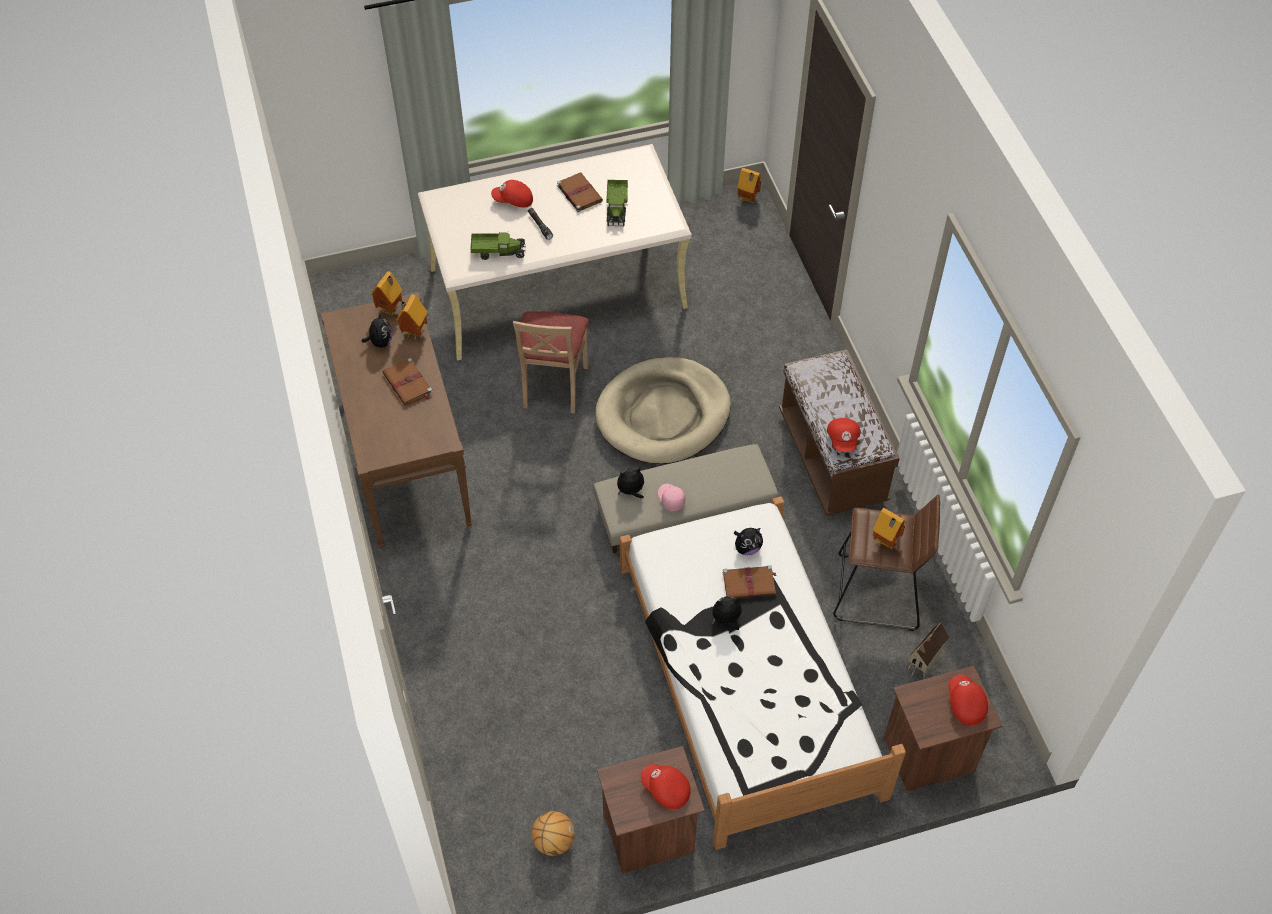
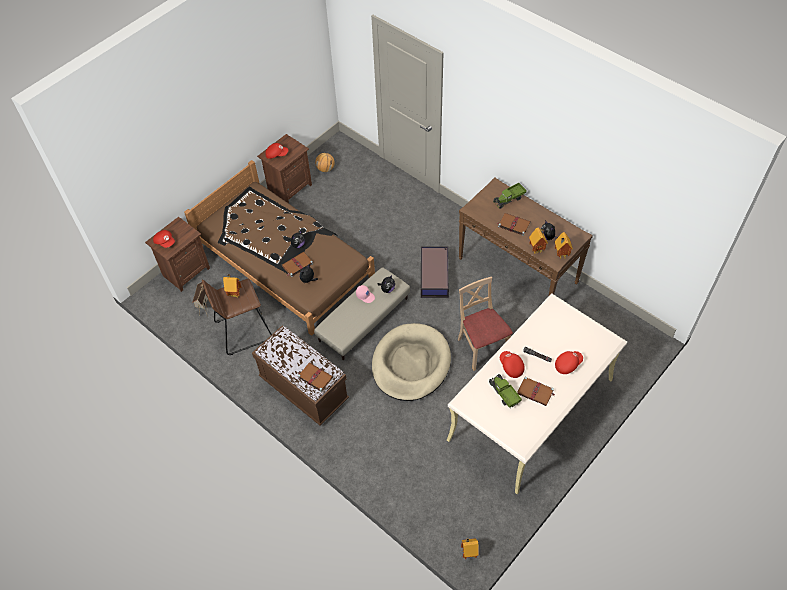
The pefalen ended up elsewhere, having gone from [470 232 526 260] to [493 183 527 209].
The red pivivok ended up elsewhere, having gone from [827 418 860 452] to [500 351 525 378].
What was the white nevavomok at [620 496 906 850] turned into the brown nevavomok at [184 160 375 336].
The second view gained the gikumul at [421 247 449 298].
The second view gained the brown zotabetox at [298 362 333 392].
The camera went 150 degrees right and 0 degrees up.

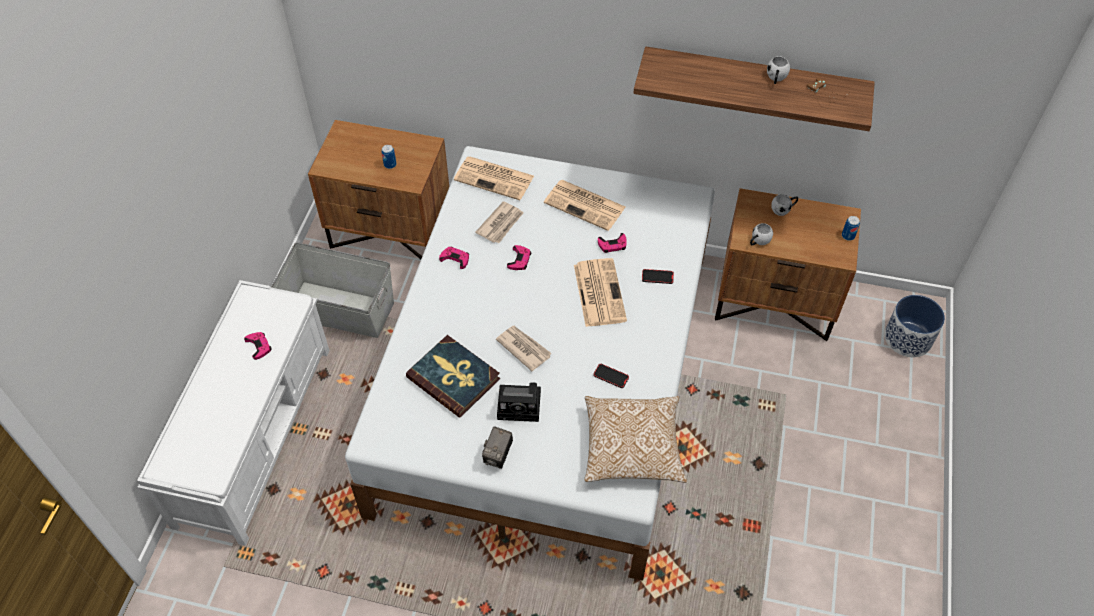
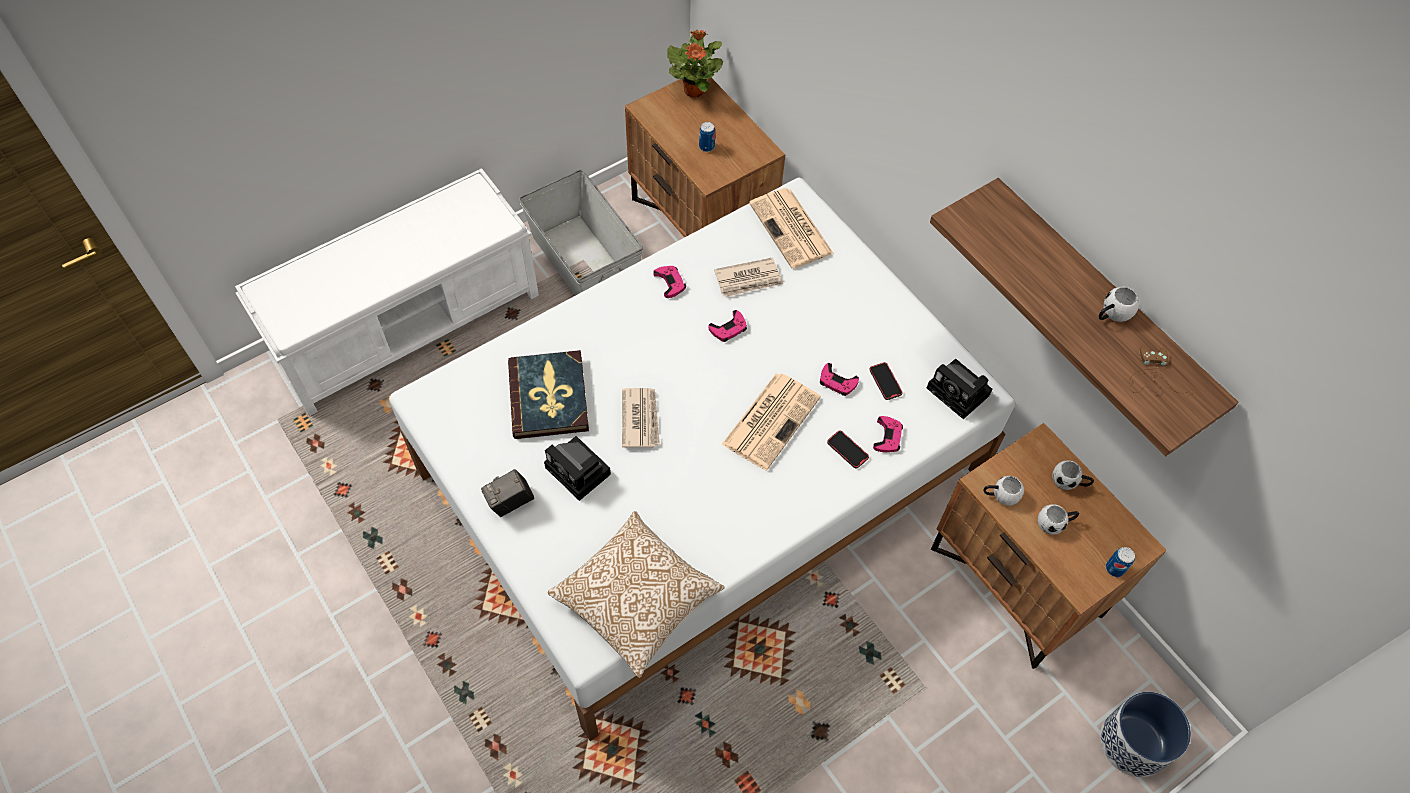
The second view lost the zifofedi at [544 180 625 231].
The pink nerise ended up elsewhere, having gone from [244 332 272 360] to [873 416 903 452].
The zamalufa ended up elsewhere, having gone from [593 364 629 388] to [869 362 903 400].
The second view gained the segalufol at [667 30 723 98].
The second view gained the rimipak at [927 359 992 419].
The second view gained the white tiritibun at [1038 504 1079 535].
The camera went 40 degrees right and 5 degrees up.

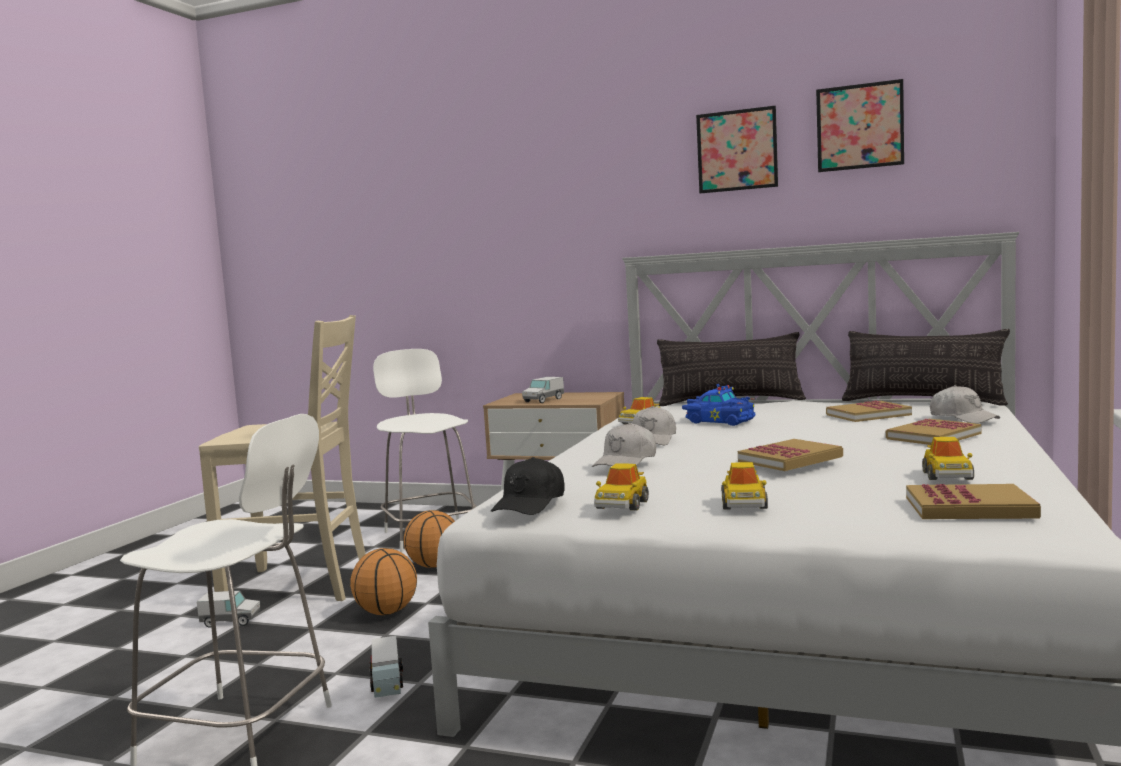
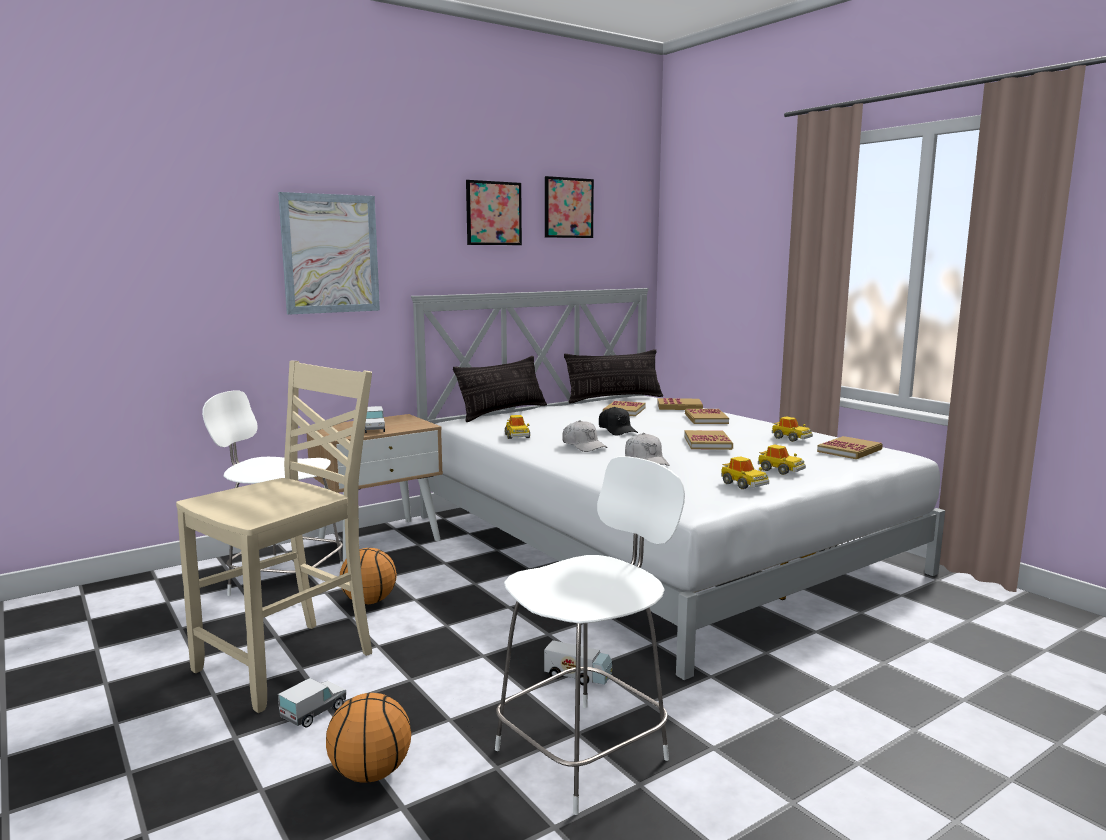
The second view lost the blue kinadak at [682 384 756 426].
Where the white pivivok stood at [930 385 1001 424], the zotabetox came to stand at [657 398 703 410].
The black pivivok ended up elsewhere, having gone from [491 457 565 515] to [599 407 638 436].
The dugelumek ended up elsewhere, having gone from [350 548 417 615] to [326 693 411 783].
The second view gained the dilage at [278 192 380 315].
The camera went 55 degrees left and 5 degrees up.

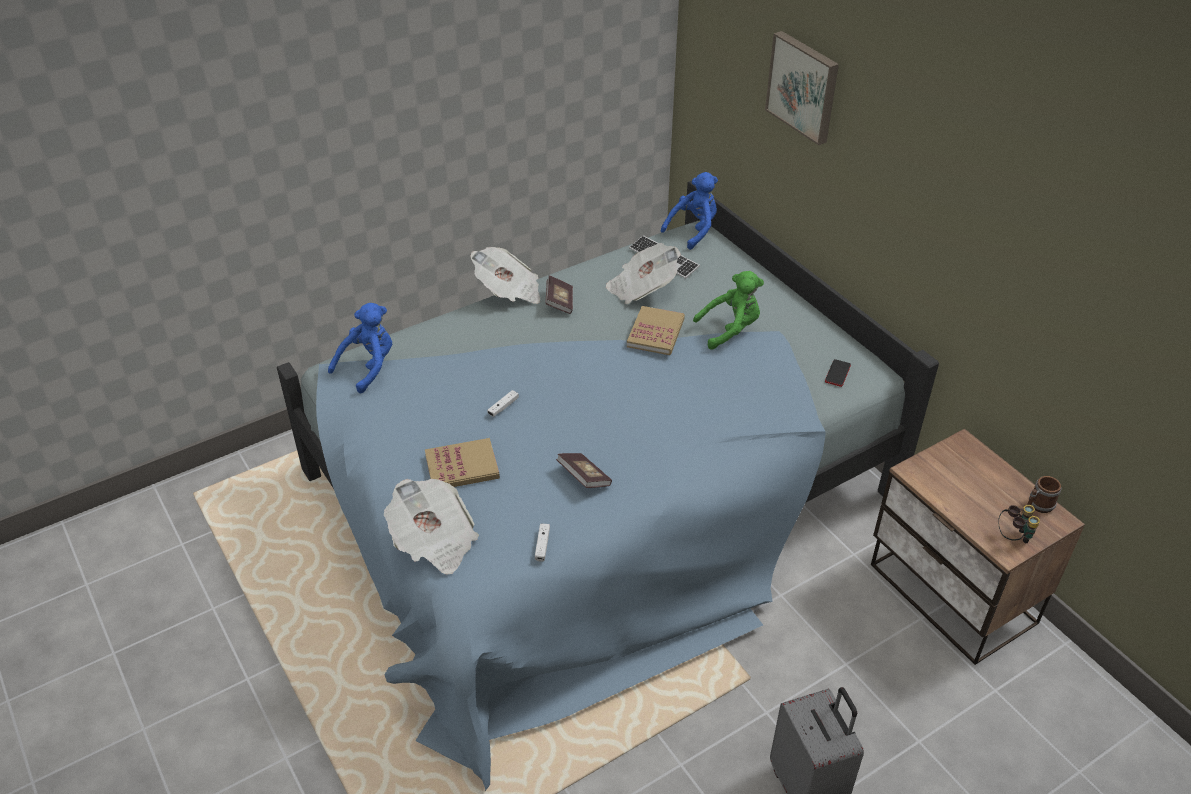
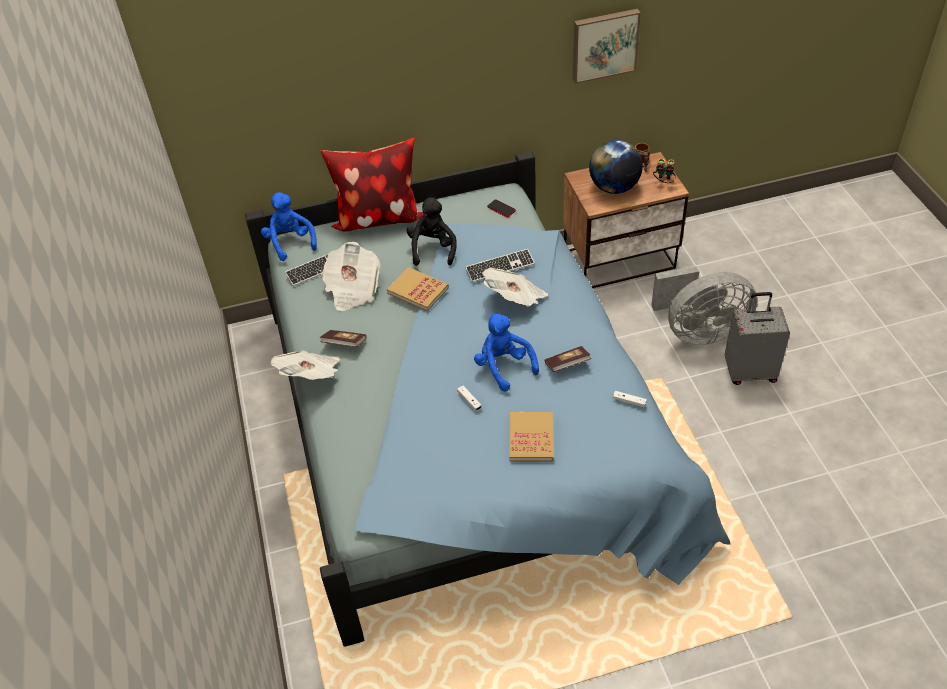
The dilage ended up elsewhere, having gone from [765 31 839 145] to [573 9 641 84].
What was the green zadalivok at [693 271 764 350] turned into the black zadalivok at [406 197 457 266].
The blue zadalivok ended up elsewhere, having gone from [328 303 392 393] to [474 313 539 392].
The zifofedi ended up elsewhere, having gone from [384 479 479 575] to [483 268 548 306].
The second view gained the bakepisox at [320 138 425 232].
The second view gained the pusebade at [589 140 643 194].
The second view gained the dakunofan at [465 249 535 282].
The second view gained the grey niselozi at [651 266 757 345].
The camera went 70 degrees left and 5 degrees up.

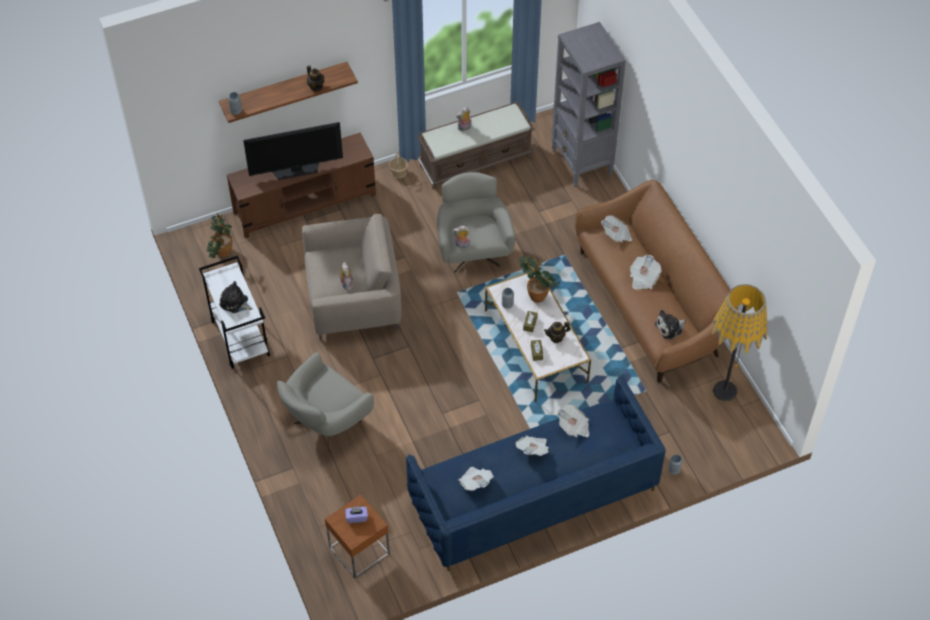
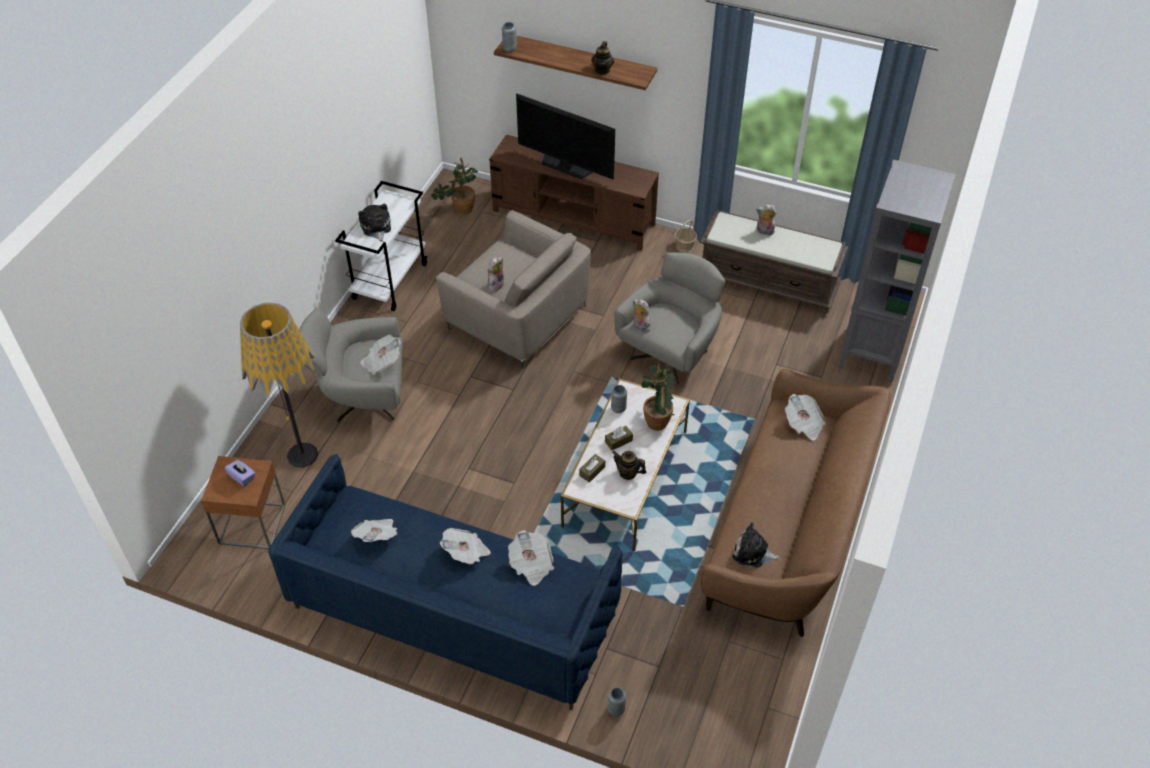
The zifofedi ended up elsewhere, having gone from [630 255 661 289] to [361 335 401 375].
The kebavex ended up elsewhere, having gone from [711 284 767 402] to [240 303 318 468].
The camera went 45 degrees right and 5 degrees down.

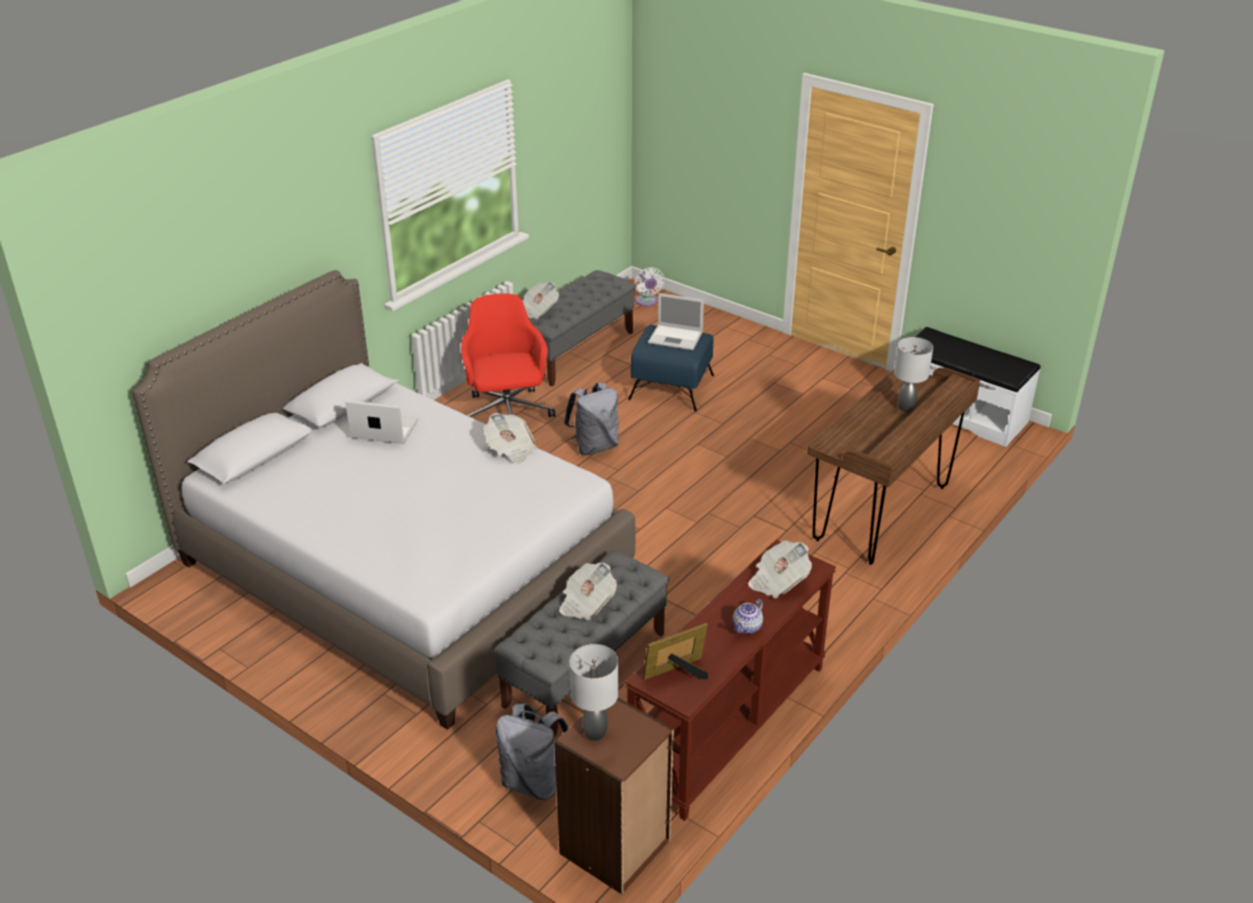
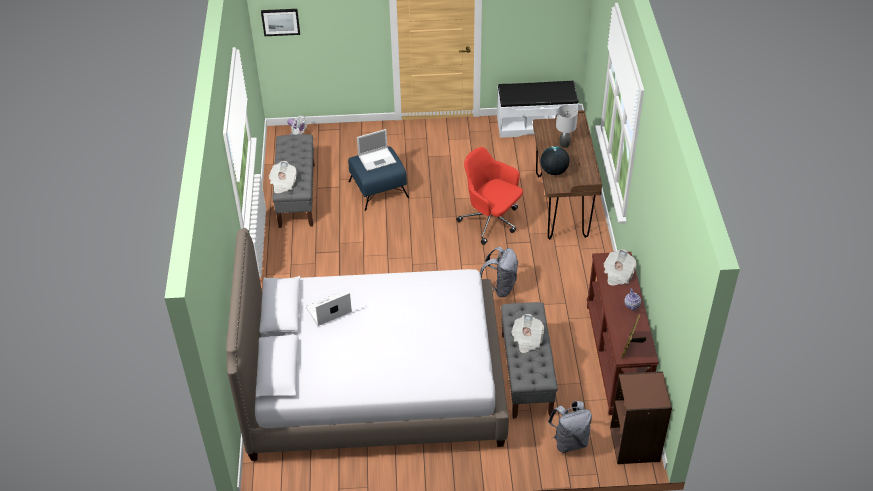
The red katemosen ended up elsewhere, having gone from [461 293 555 417] to [456 147 523 245].
The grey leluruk ended up elsewhere, having gone from [564 383 619 455] to [480 247 518 297].
The second view lost the zifofedi at [483 413 537 464].
The second view lost the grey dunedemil at [570 644 619 741].
The second view gained the dilage at [261 9 300 36].
The second view gained the pusebade at [540 146 570 175].
The camera went 40 degrees left and 10 degrees up.

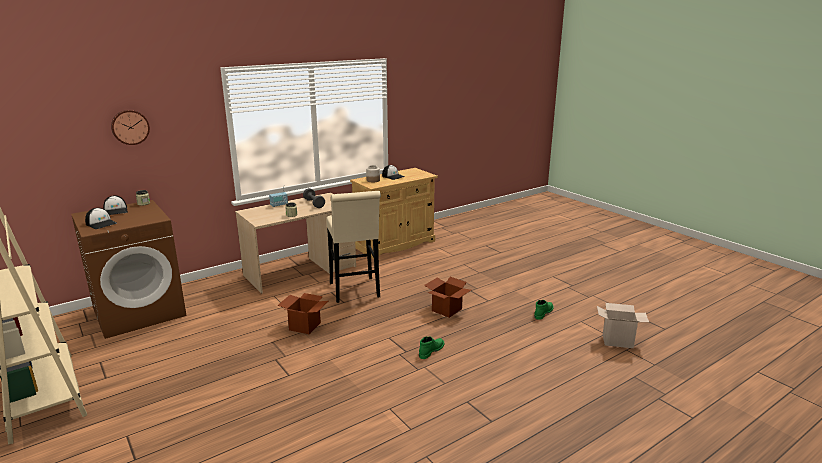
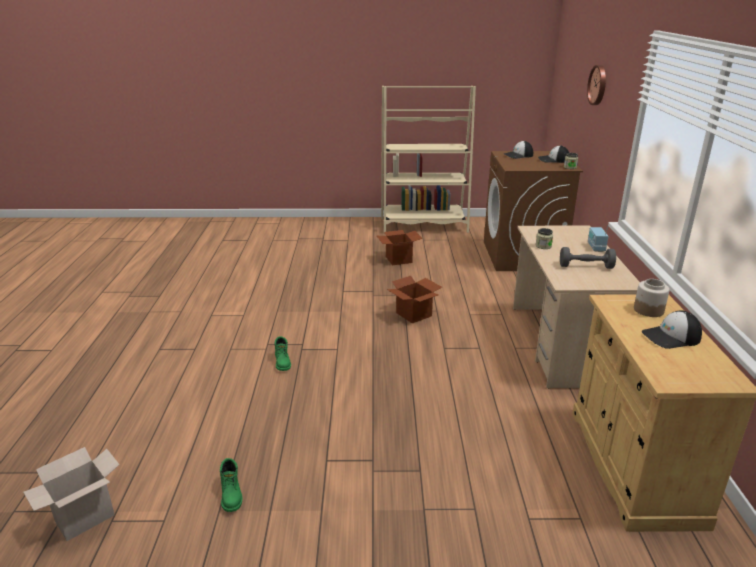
The second view lost the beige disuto at [326 191 381 303].
The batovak ended up elsewhere, having gone from [424 277 471 318] to [377 230 423 265].
The camera went 125 degrees right and 5 degrees up.

